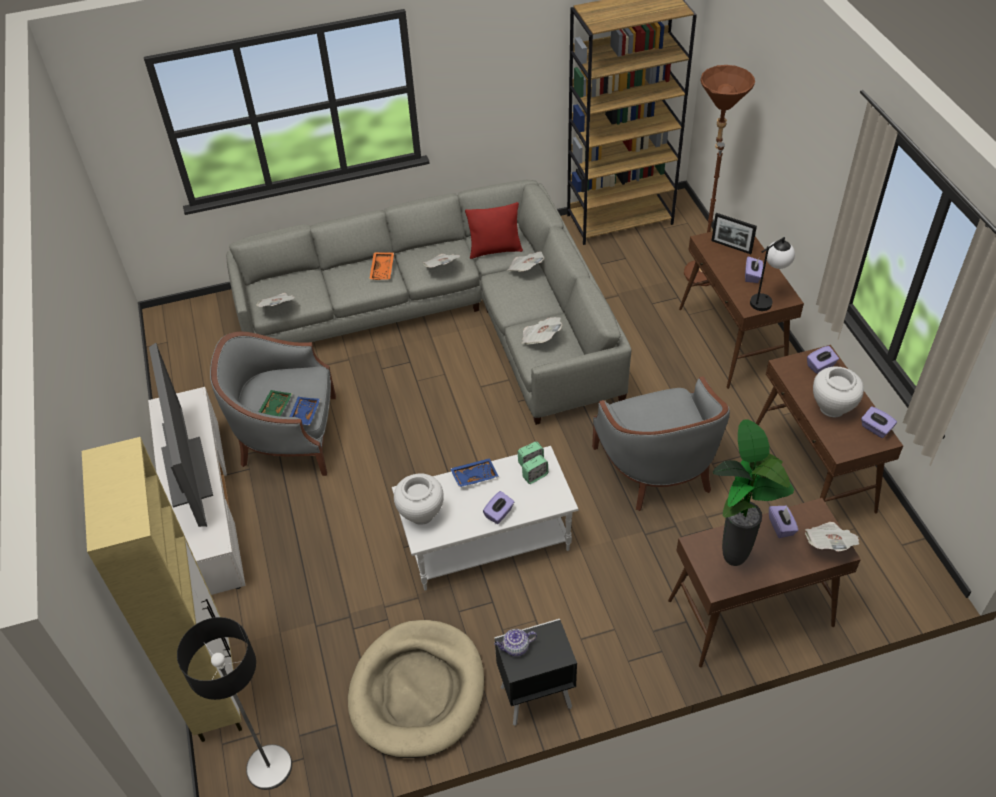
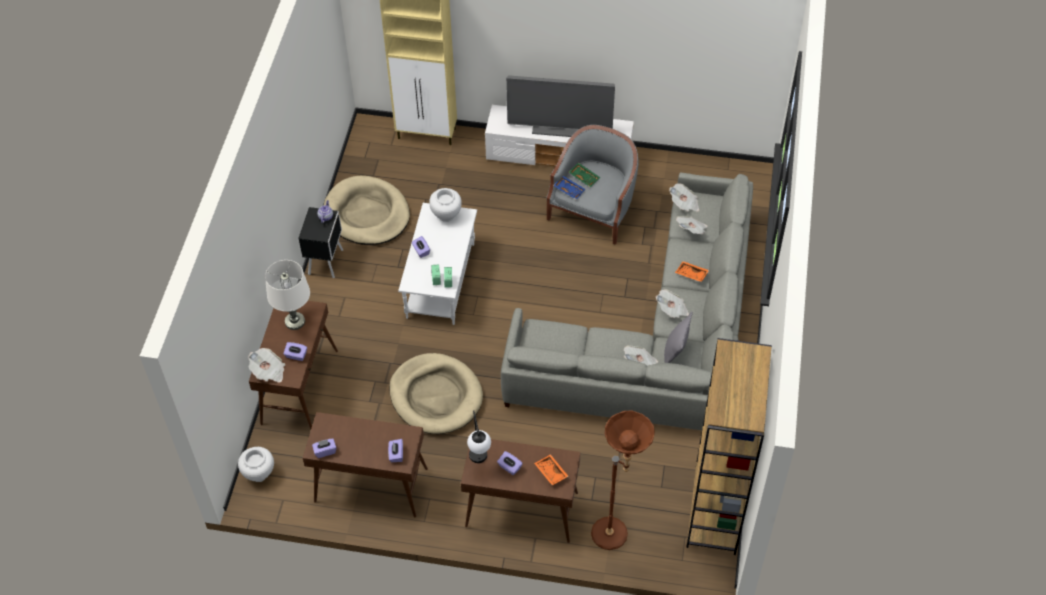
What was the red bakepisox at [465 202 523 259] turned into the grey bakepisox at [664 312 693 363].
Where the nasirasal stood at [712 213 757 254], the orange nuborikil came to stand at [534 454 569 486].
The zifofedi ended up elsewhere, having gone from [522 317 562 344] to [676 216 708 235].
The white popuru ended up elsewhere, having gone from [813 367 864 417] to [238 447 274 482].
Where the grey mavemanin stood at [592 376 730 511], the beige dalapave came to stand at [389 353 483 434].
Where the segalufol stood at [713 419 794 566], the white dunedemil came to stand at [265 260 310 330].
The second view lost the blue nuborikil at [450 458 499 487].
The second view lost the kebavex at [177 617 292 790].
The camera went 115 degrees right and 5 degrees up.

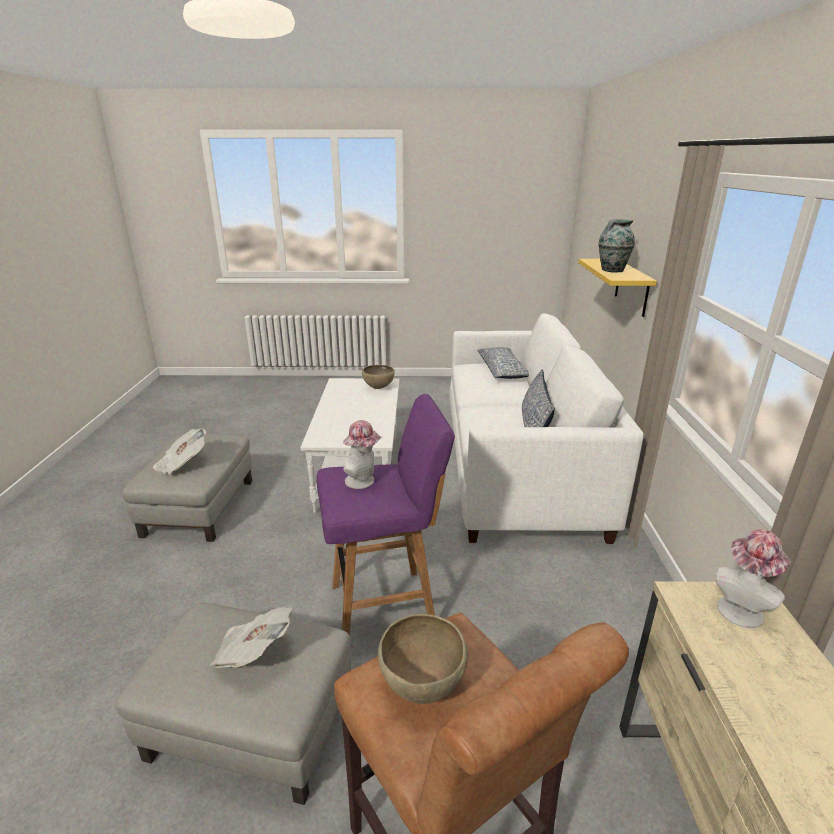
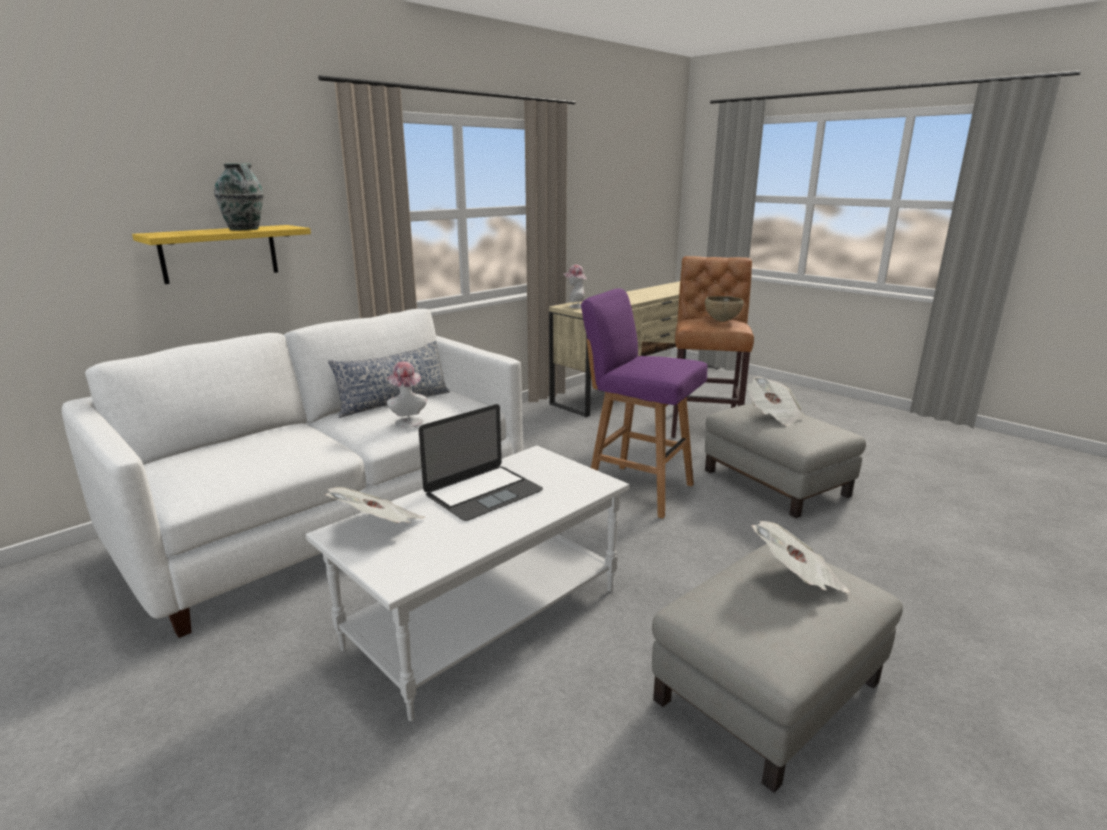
The second view lost the bakepisox at [478 347 529 379].
Where the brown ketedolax stood at [362 365 395 389], the zifofedi came to stand at [325 487 425 523].
The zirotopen ended up elsewhere, having gone from [343 420 382 489] to [387 361 427 428].
The second view gained the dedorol at [419 404 543 521].
The camera went 135 degrees left and 5 degrees down.

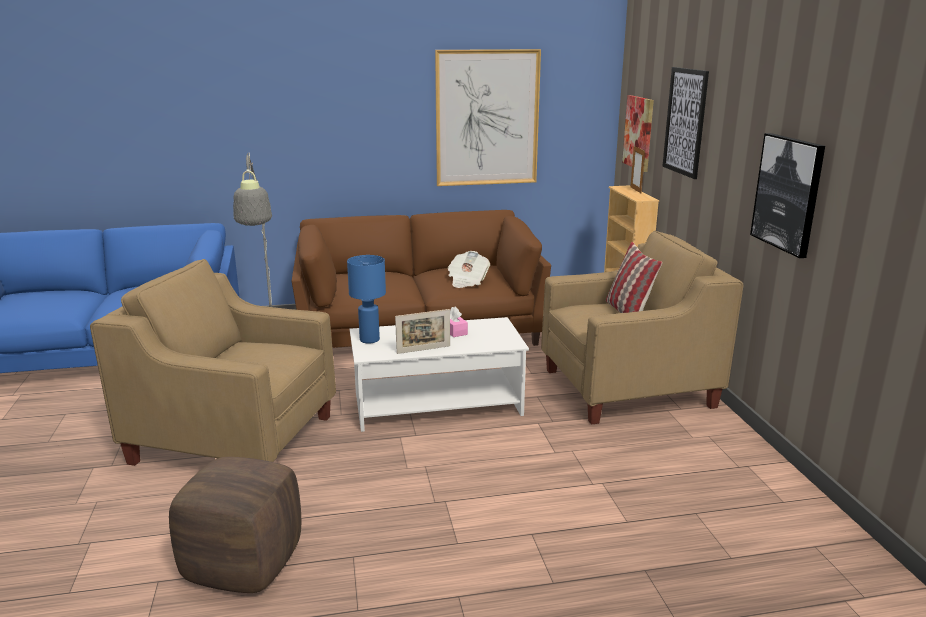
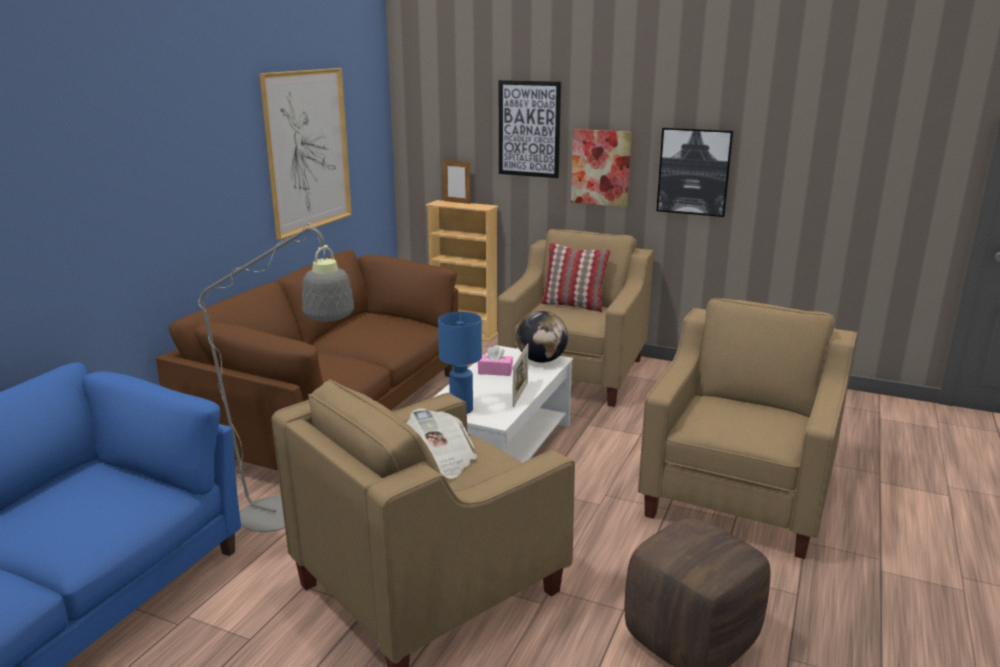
The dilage ended up elsewhere, having gone from [622 95 654 172] to [571 129 632 207].
The zifofedi ended up elsewhere, having gone from [448 251 490 288] to [406 408 477 479].
The second view gained the beige mavemanin at [638 298 857 559].
The second view gained the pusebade at [516 311 568 363].
The camera went 55 degrees left and 0 degrees up.

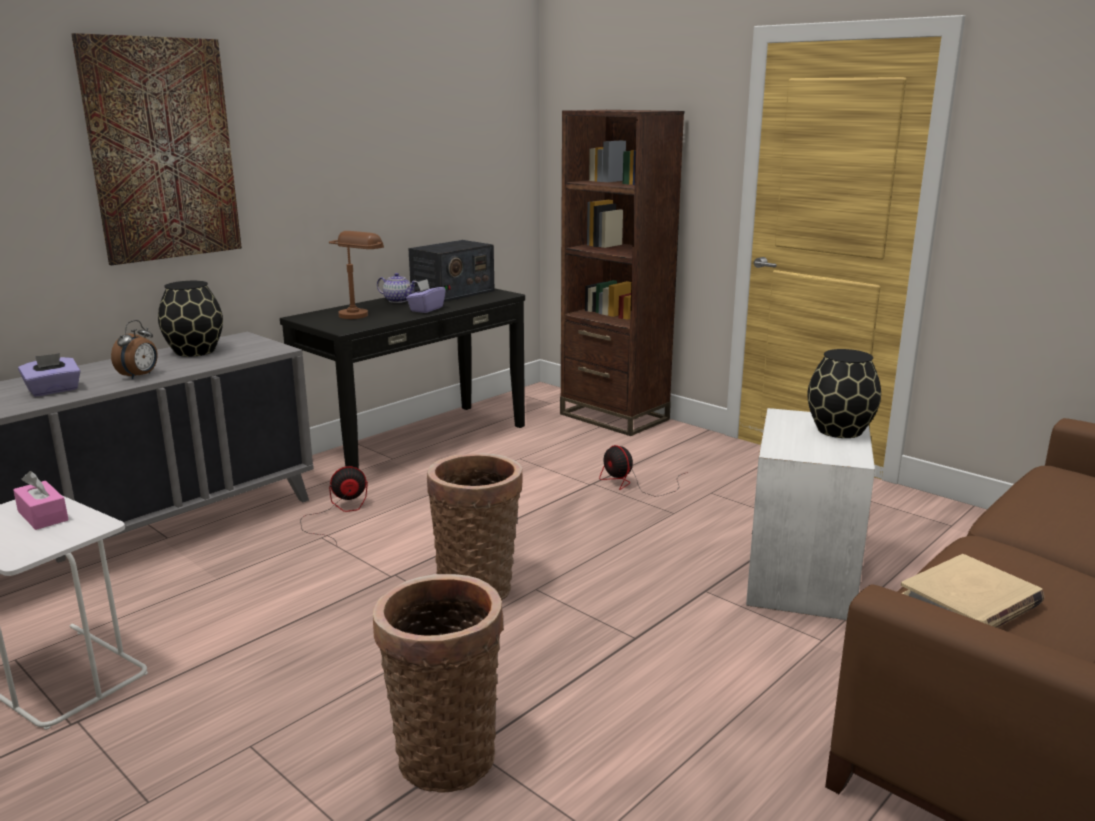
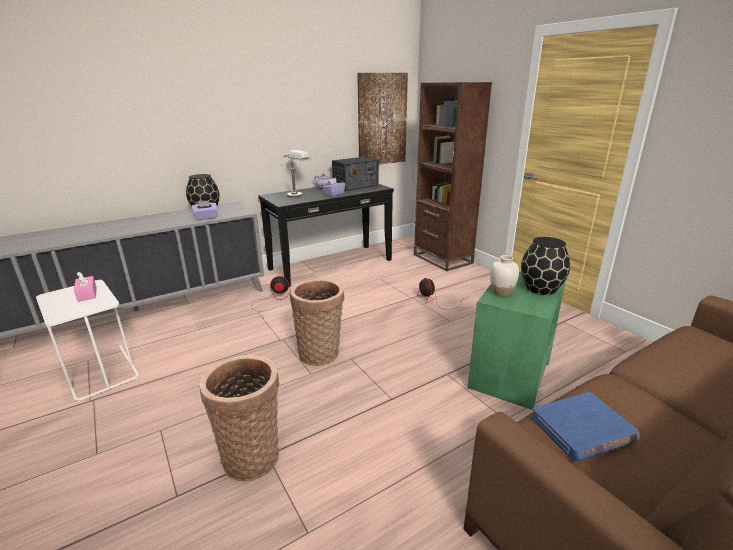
The dilage ended up elsewhere, having gone from [71 33 242 265] to [357 73 408 165].
What was the brown dunedemil at [329 231 384 319] turned into the grey dunedemil at [284 150 311 198].
The second view lost the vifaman at [111 320 158 380].
The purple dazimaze ended up elsewhere, having gone from [18 353 81 397] to [191 200 218 220].
What was the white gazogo at [746 408 875 620] turned into the green gazogo at [467 272 566 410].
What was the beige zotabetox at [901 554 1044 628] turned into the blue zotabetox at [531 392 640 462].
The second view gained the white popuru at [490 255 519 297].
The camera went 15 degrees right and 5 degrees up.

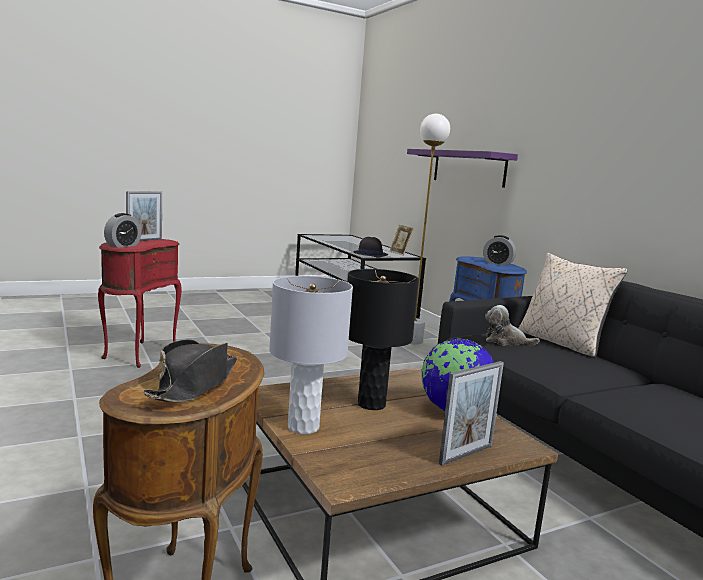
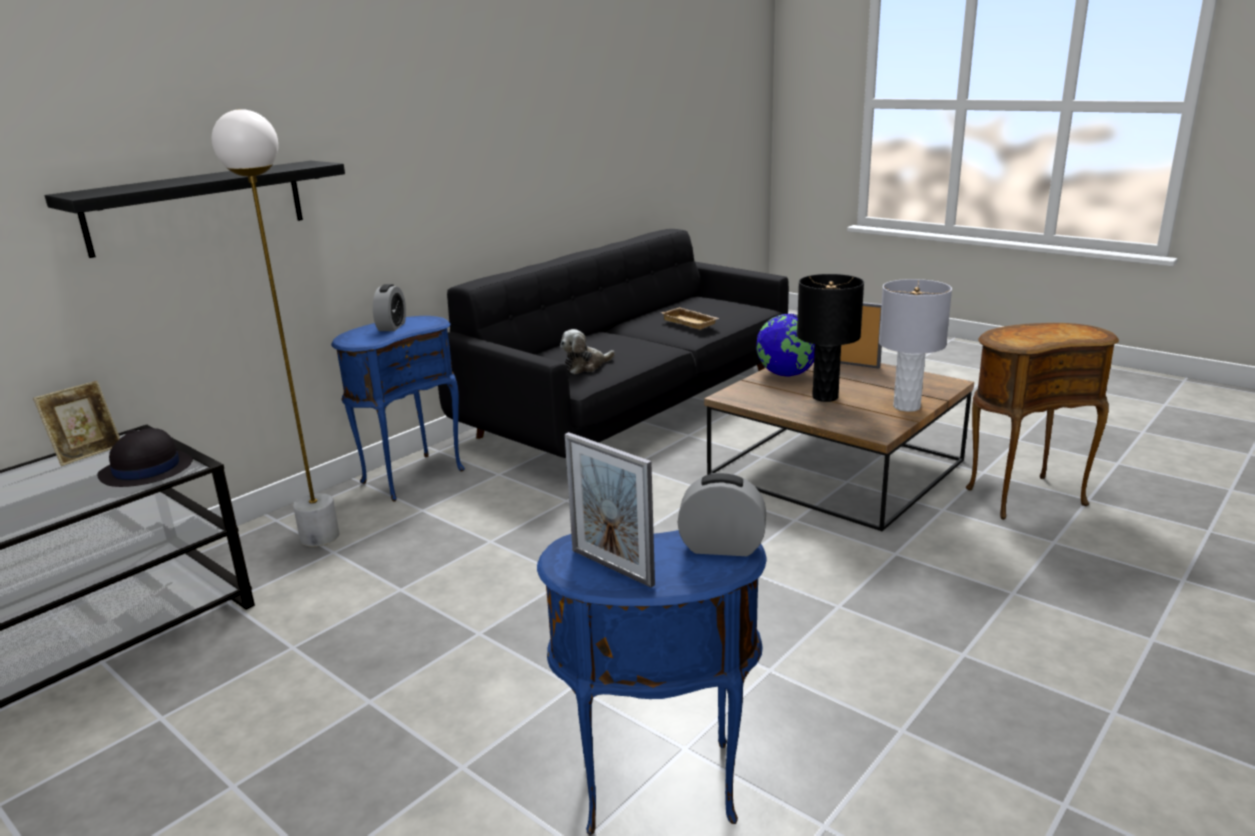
What was the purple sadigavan at [407 149 518 188] turned into the black sadigavan at [45 161 345 258].
The nasirasal at [126 191 162 241] ended up facing another way, 150 degrees counterclockwise from before.
What was the red gazogo at [98 239 182 368] turned into the blue gazogo at [537 530 766 835].
The second view lost the beige bakepisox at [518 253 627 358].
The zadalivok at [485 305 540 346] ended up facing another way, 60 degrees clockwise from before.
The second view lost the black zirotopen at [143 339 237 402].
The second view gained the beige nuborikil at [661 307 720 330].
The camera went 110 degrees left and 10 degrees up.

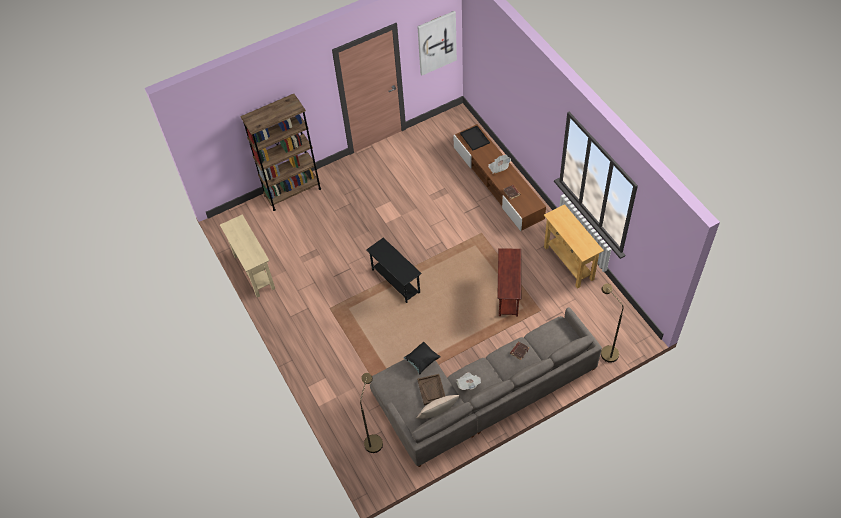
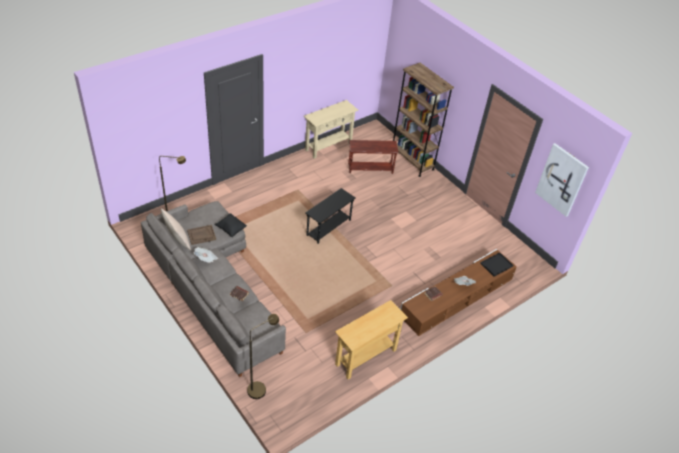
The brown gazogo ended up elsewhere, having gone from [497 248 521 317] to [348 140 399 174].
The camera went 75 degrees right and 10 degrees down.

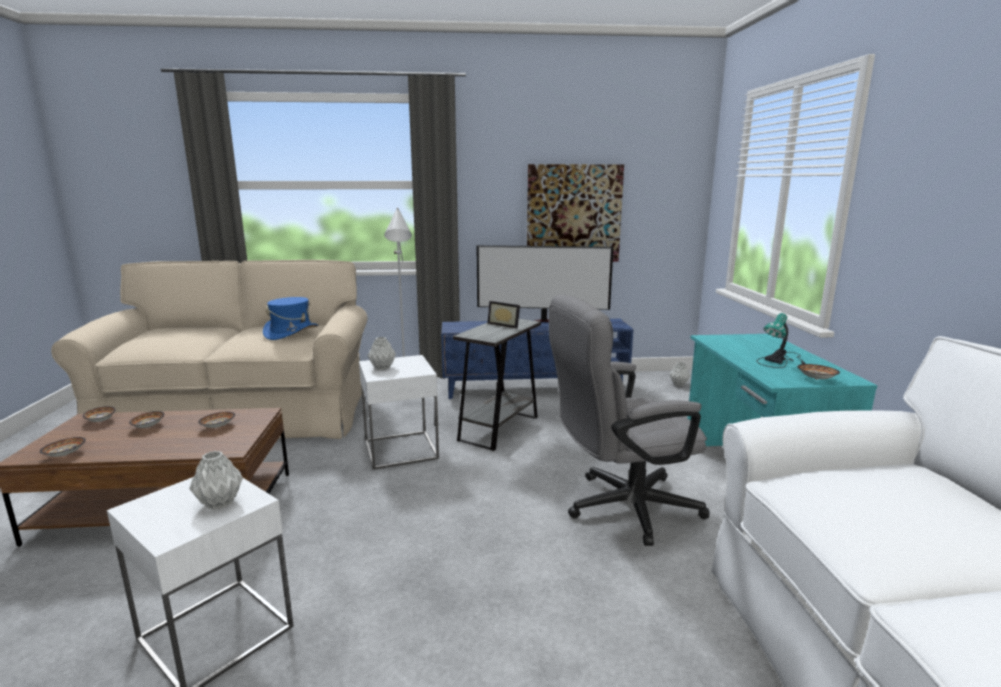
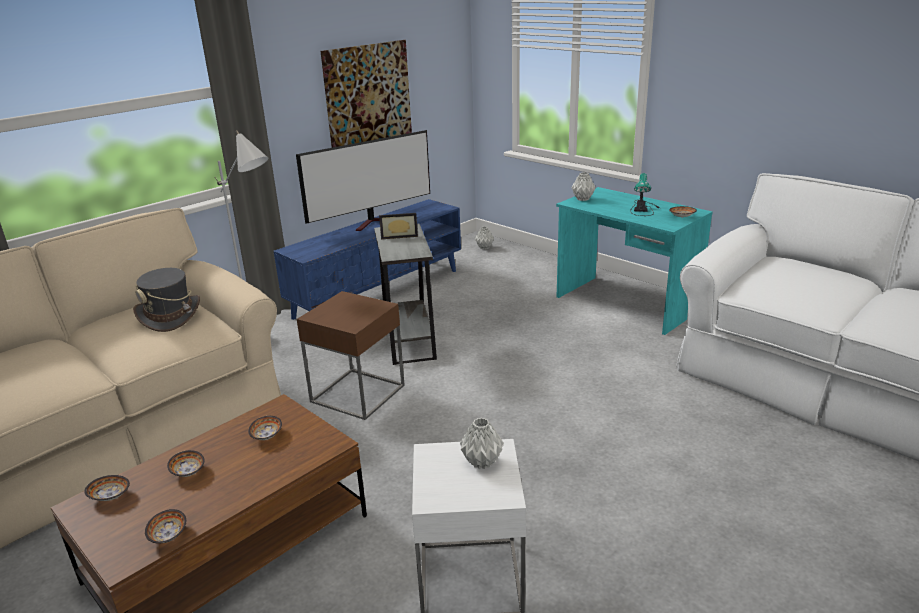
The second view lost the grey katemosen at [549 294 710 546].
What was the blue zirotopen at [263 297 318 340] turned into the grey zirotopen at [133 268 200 332].
The grey popuru ended up elsewhere, having gone from [368 337 396 370] to [572 172 596 201].
What was the white gazogo at [359 355 439 470] turned into the brown gazogo at [297 291 405 420].
The camera went 40 degrees left and 10 degrees up.

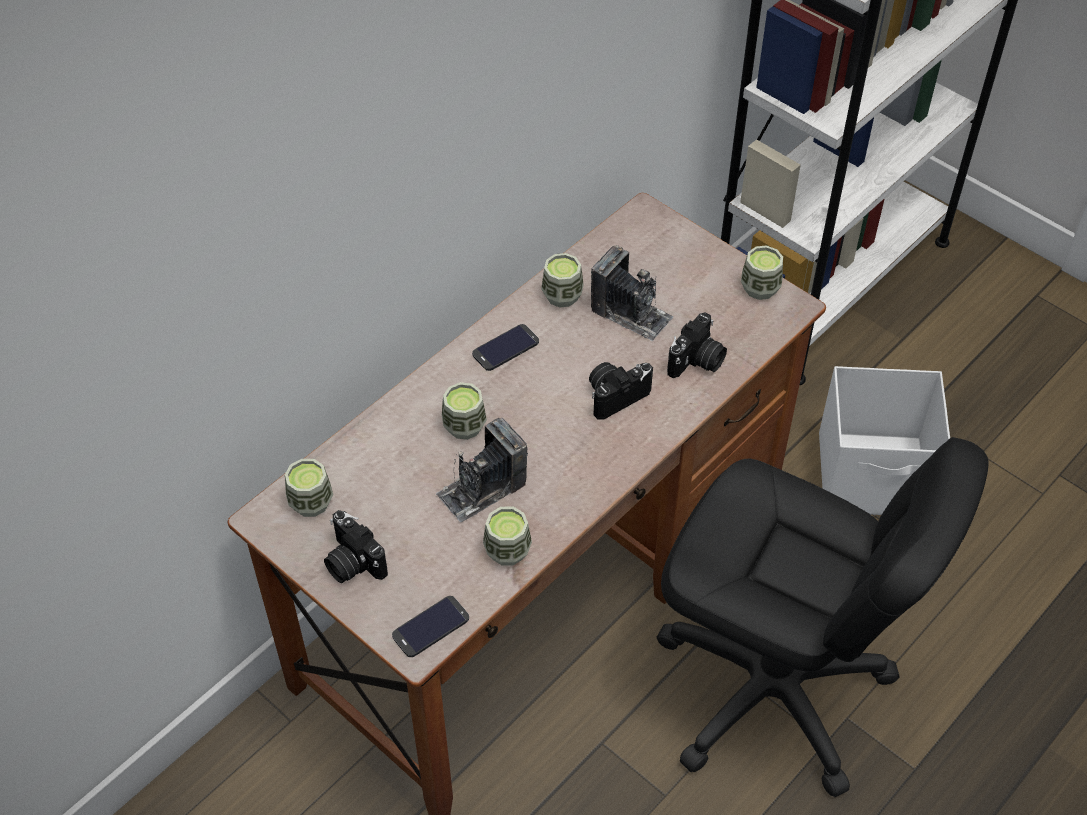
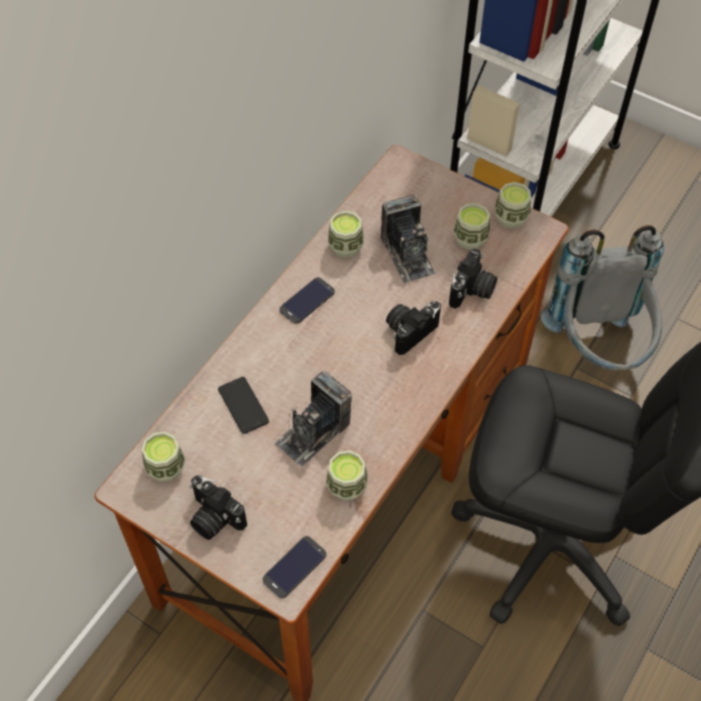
The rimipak at [591 245 673 341] ended up facing another way, 45 degrees clockwise from before.
Where the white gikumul stood at [819 366 950 515], the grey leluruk came to stand at [541 225 664 370].
The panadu ended up elsewhere, having gone from [442 382 487 440] to [453 203 490 250].
The second view gained the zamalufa at [218 377 269 434].
The camera went 10 degrees left and 5 degrees up.

